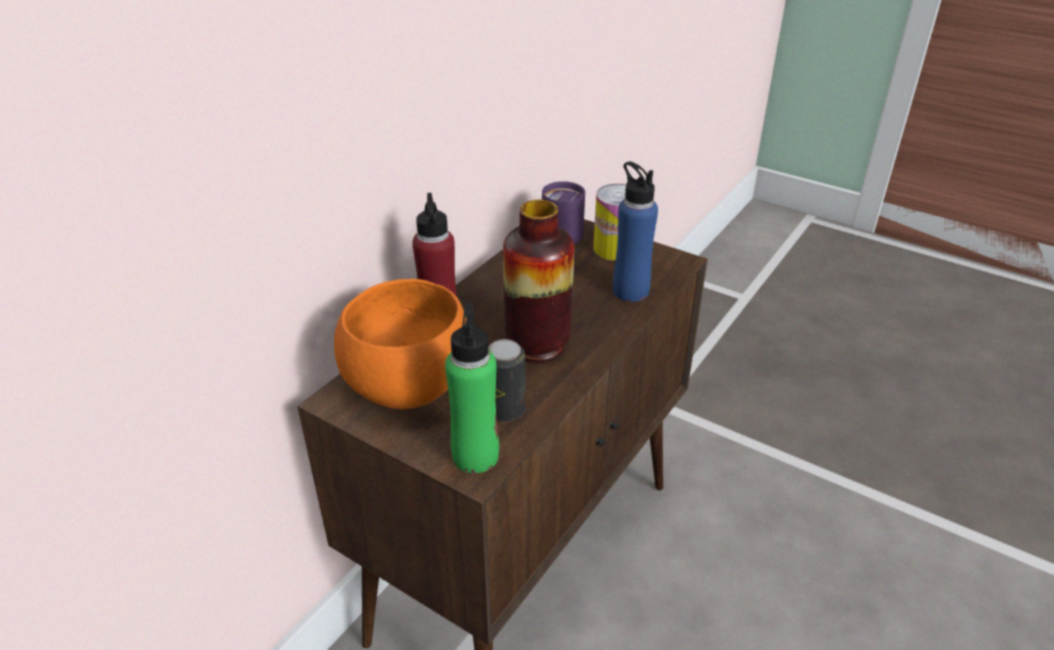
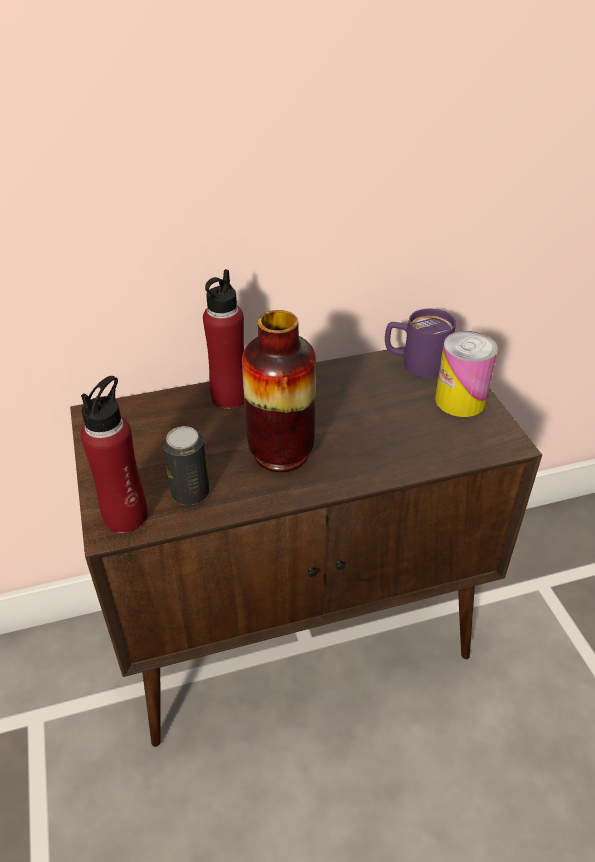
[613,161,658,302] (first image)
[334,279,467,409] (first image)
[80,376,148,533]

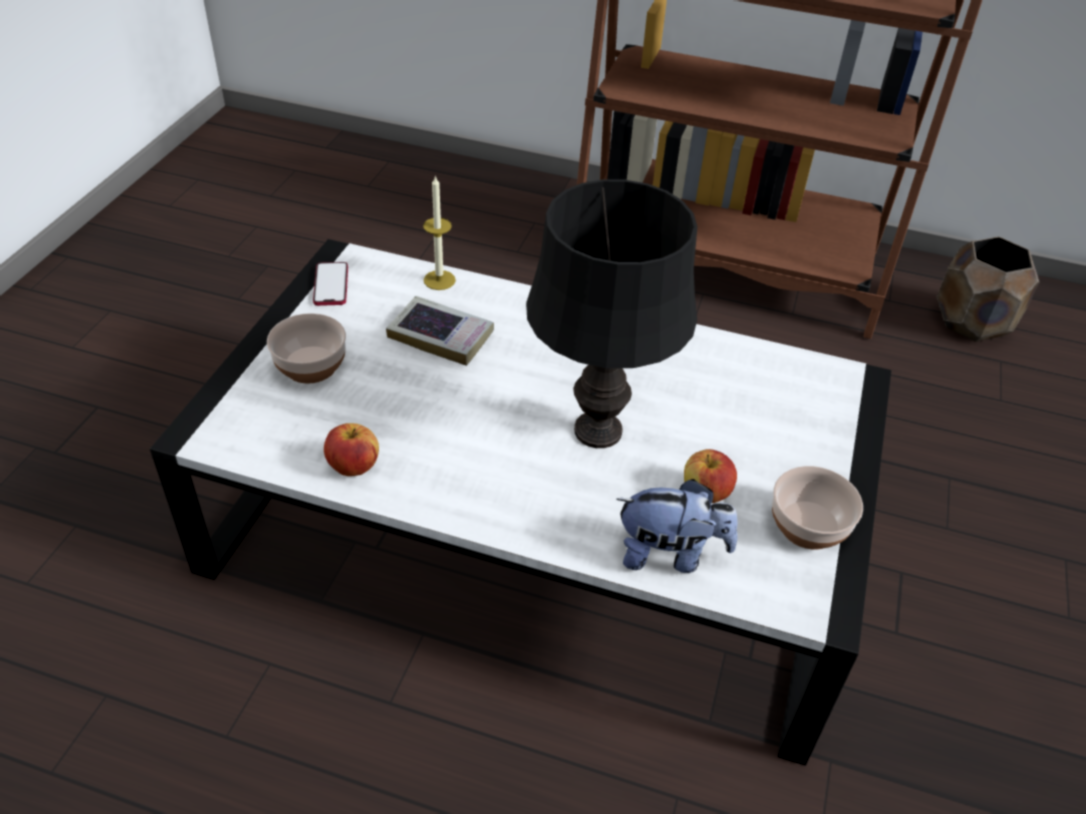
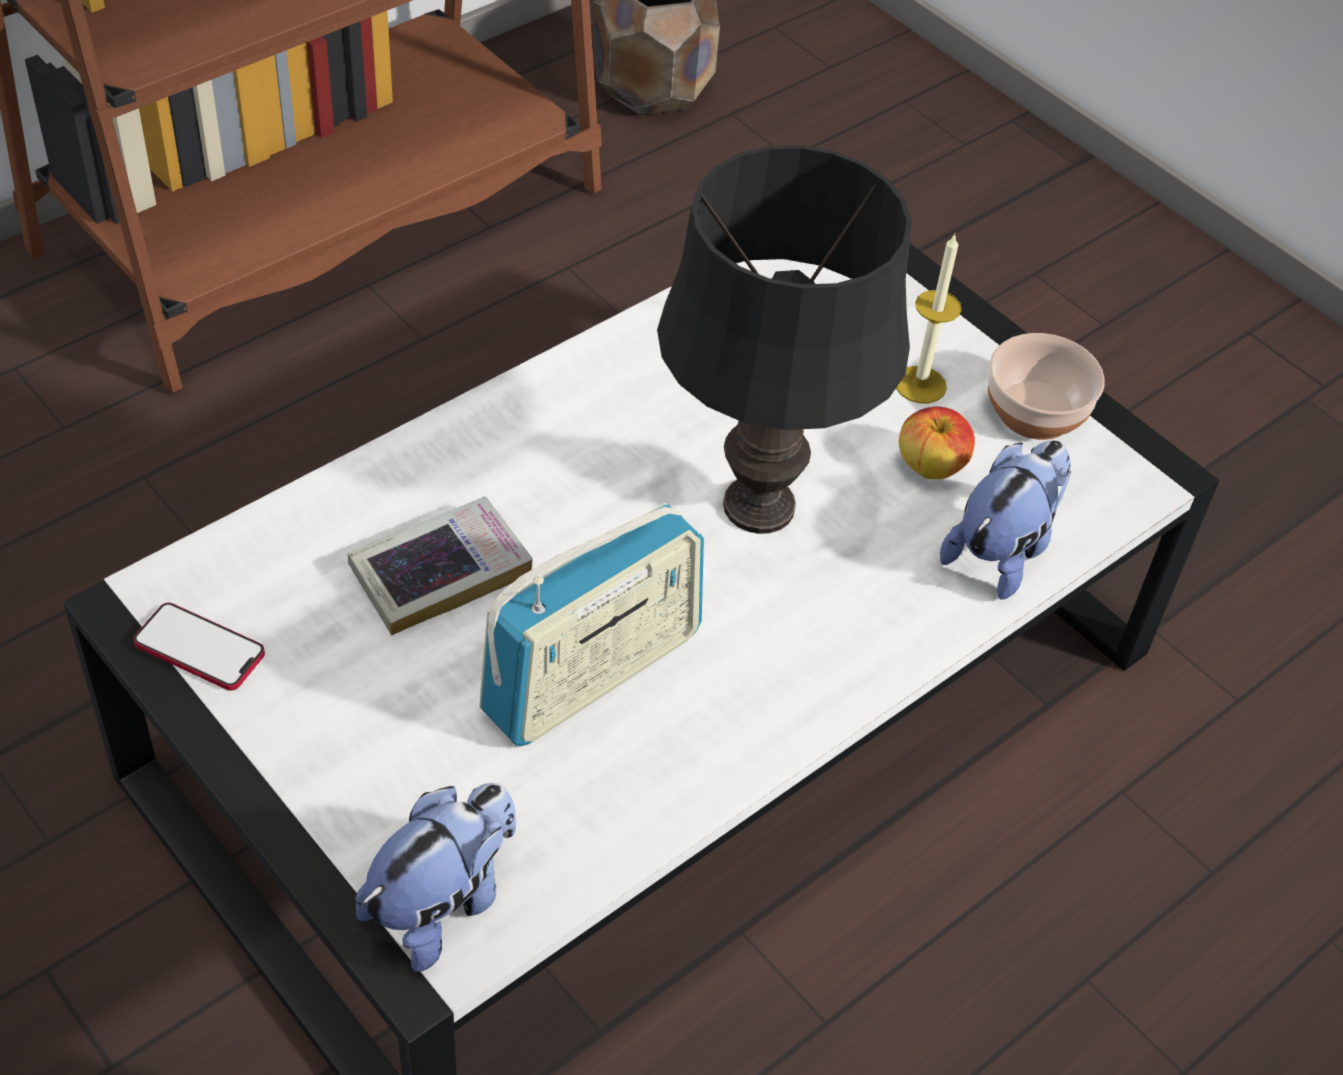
[896,234,962,403]
[267,313,346,384] (first image)
[324,423,379,476] (first image)
[480,503,704,746]
[356,783,516,972]

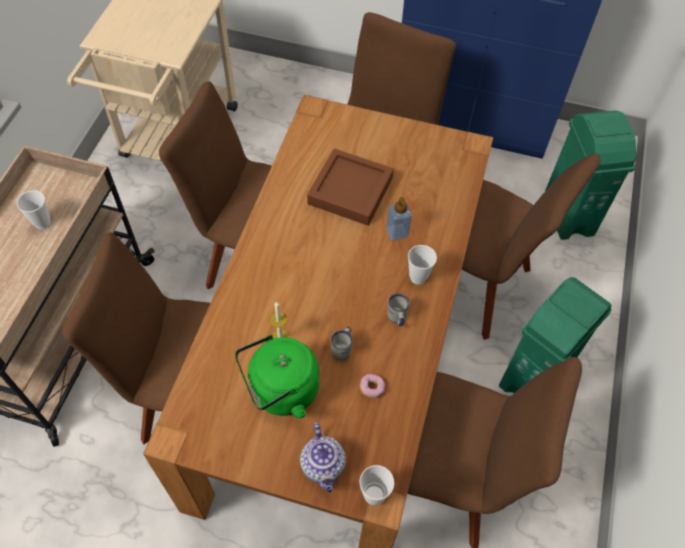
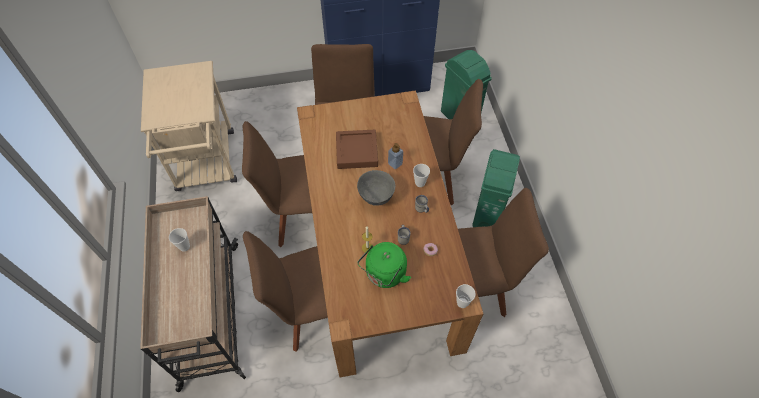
[300,422,346,493] (first image)
[357,170,395,206]

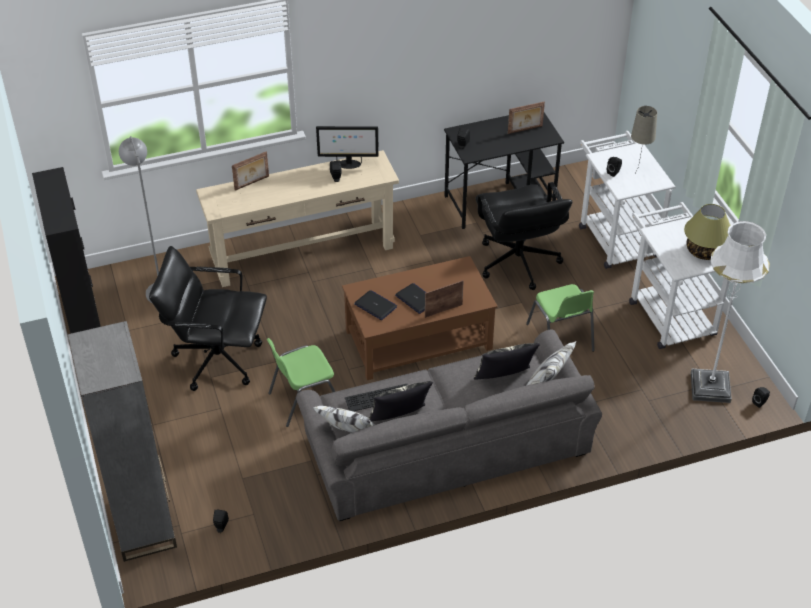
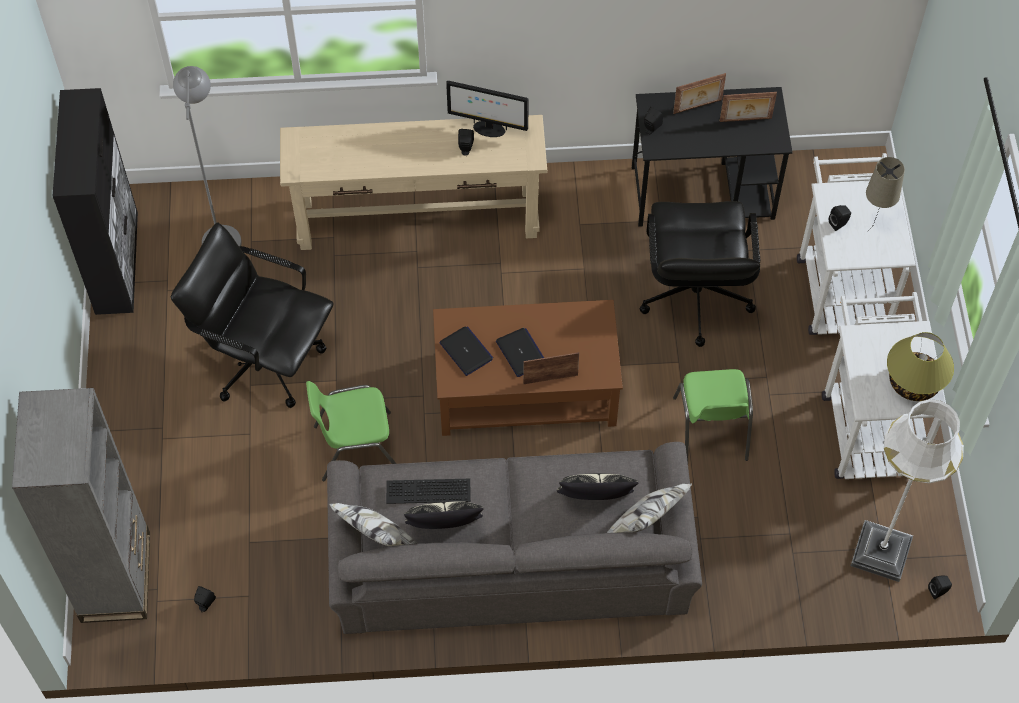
[673,73,726,114]

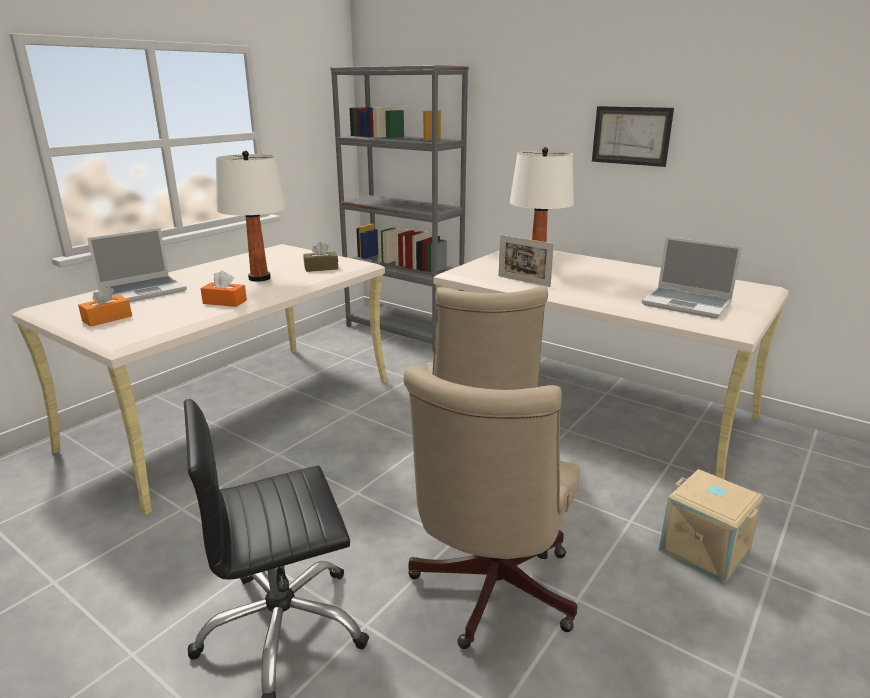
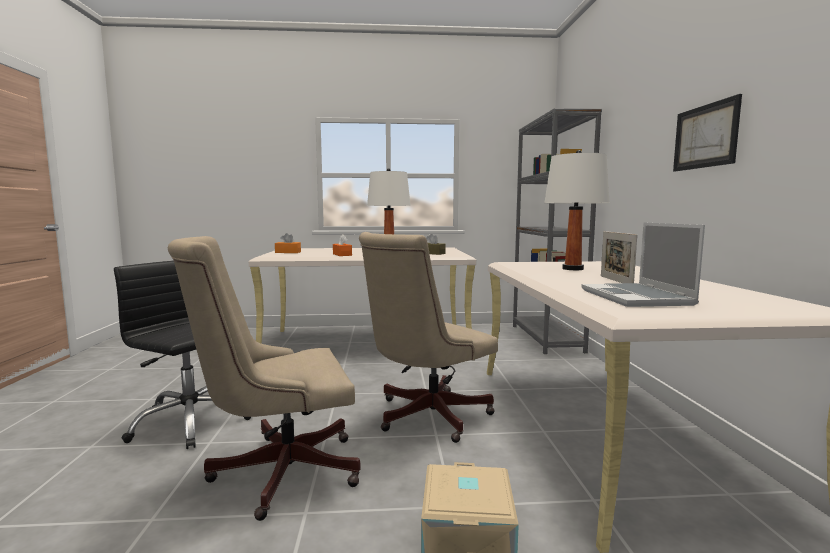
[87,228,187,302] (first image)
[601,231,637,283]

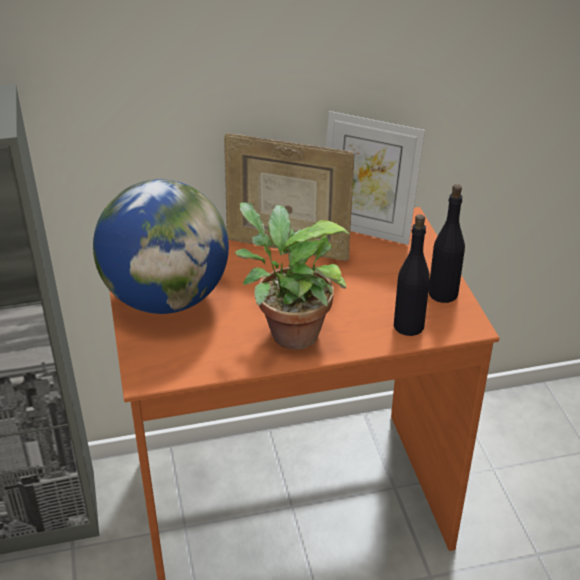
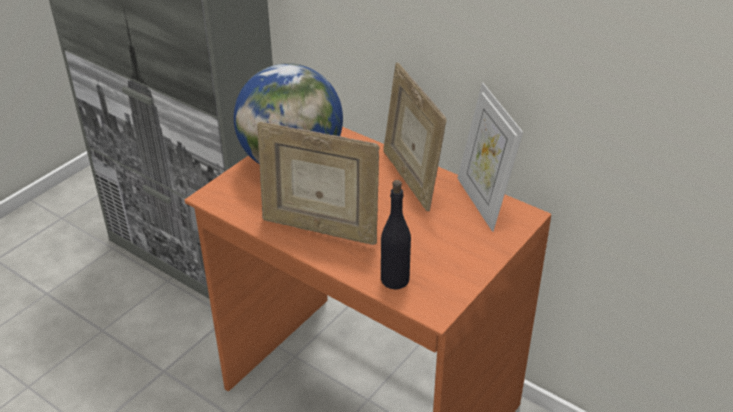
[428,184,465,303] (first image)
[257,122,379,245]

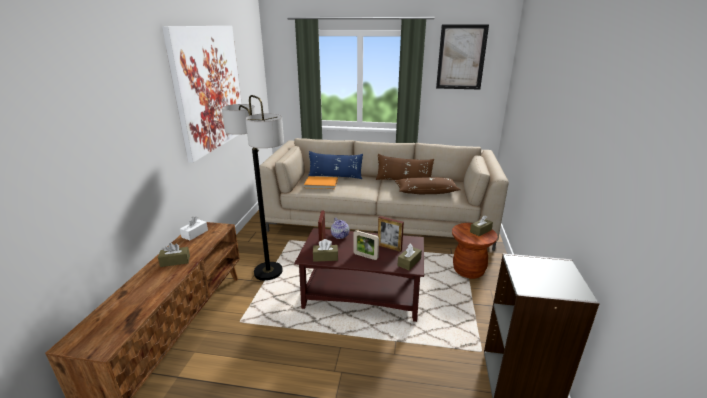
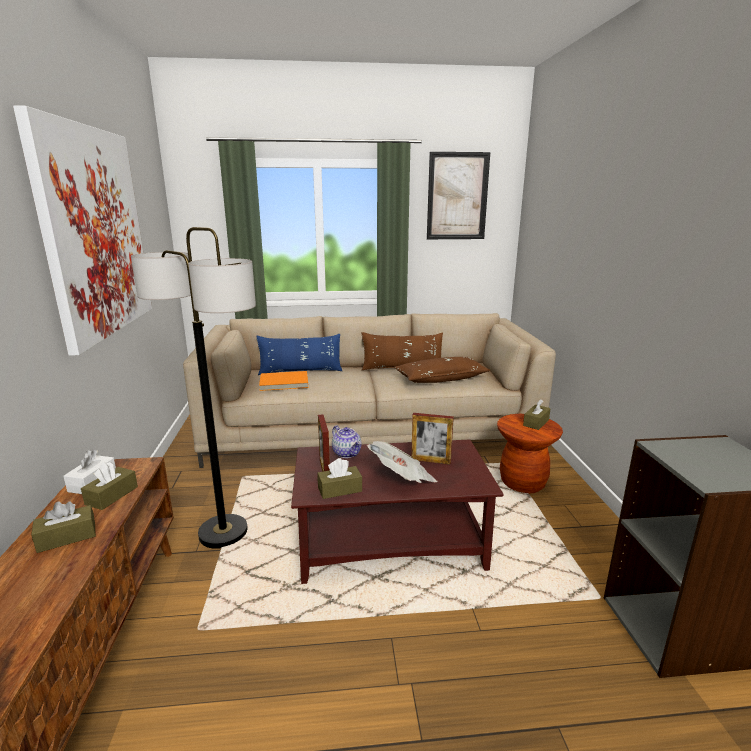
[367,441,437,483]
[81,462,138,510]

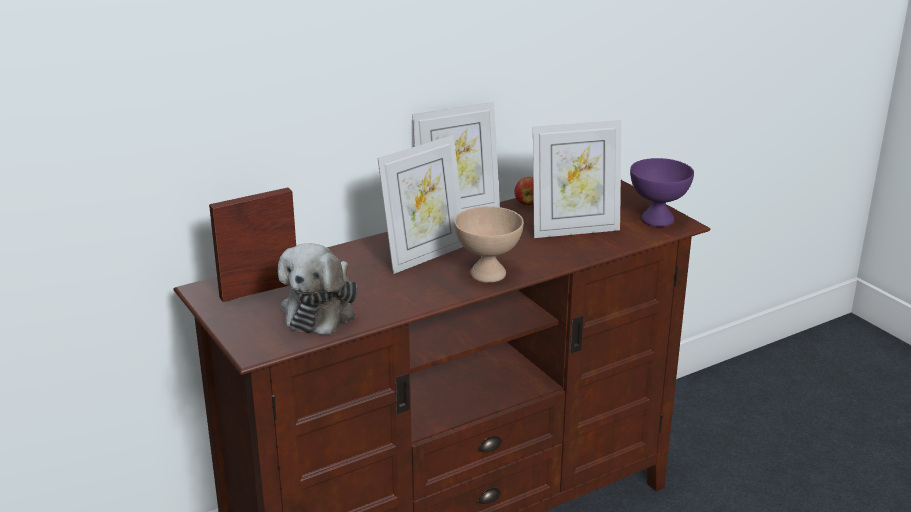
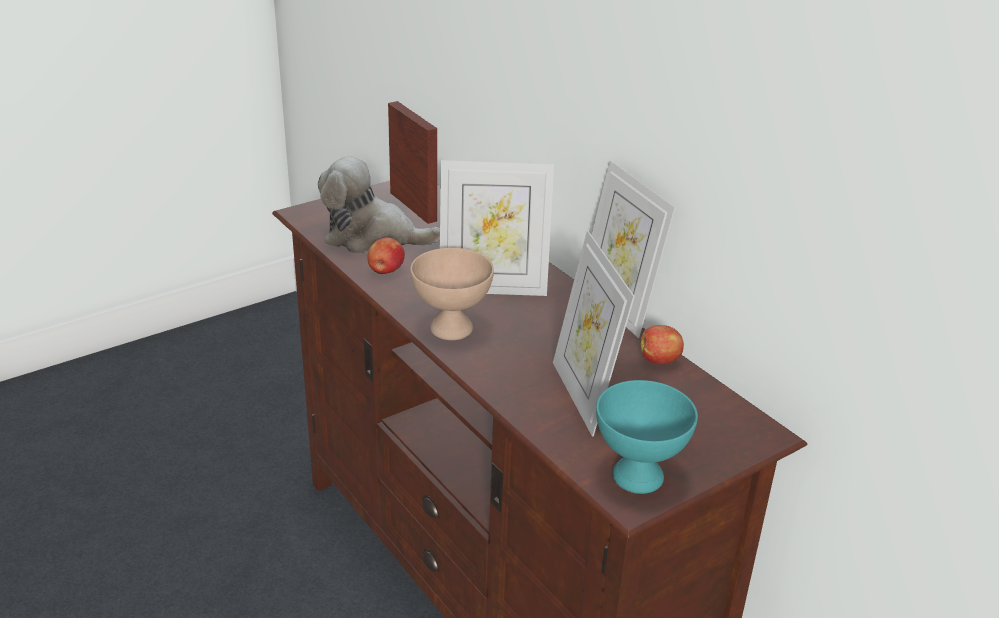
[440,160,554,296]
[596,380,698,494]
[367,237,405,274]

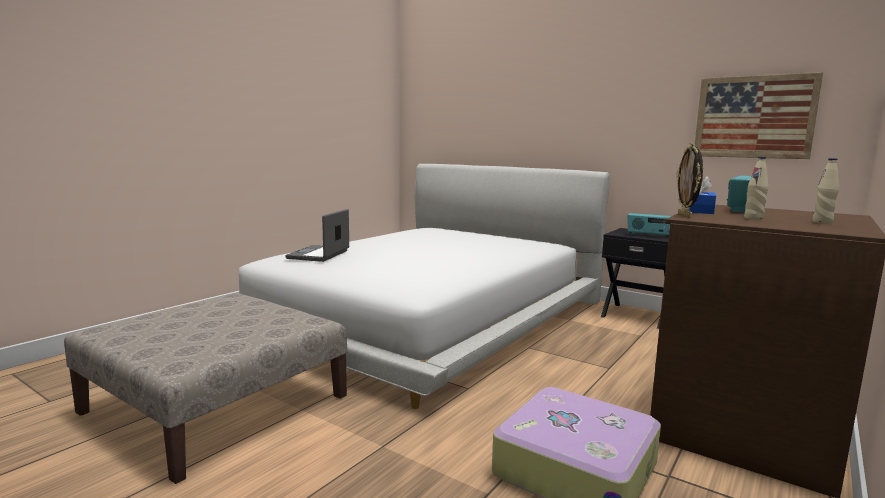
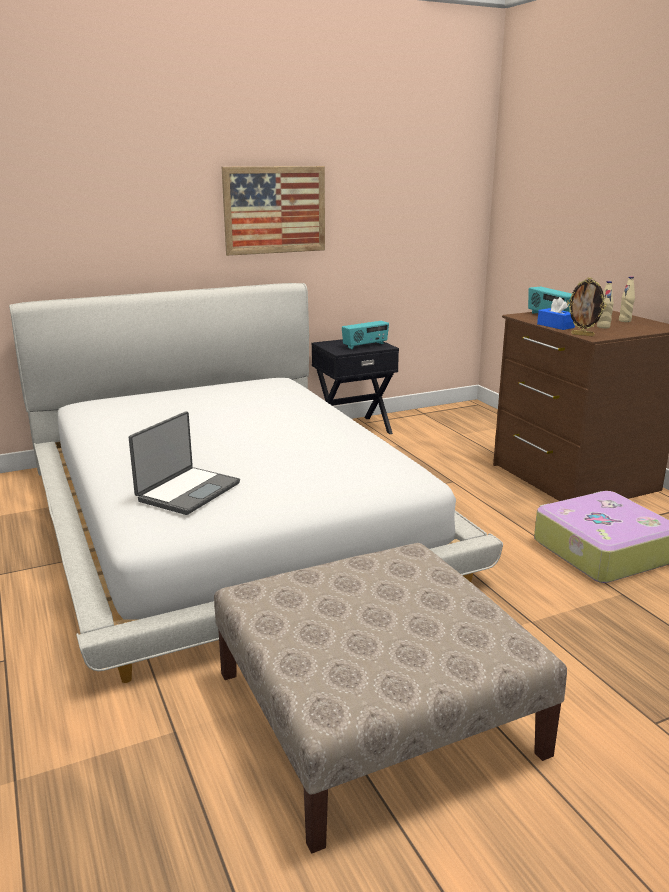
[222,166,325,256]
[129,411,240,515]

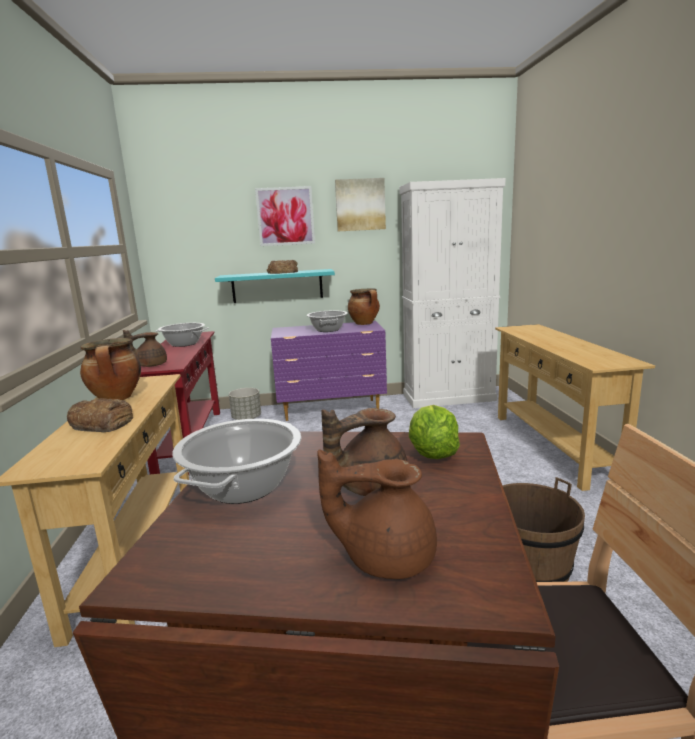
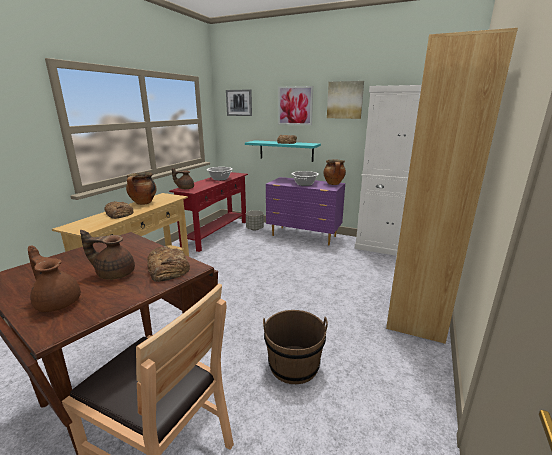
[386,28,518,344]
[147,246,190,282]
[173,419,301,504] (first image)
[226,89,252,116]

